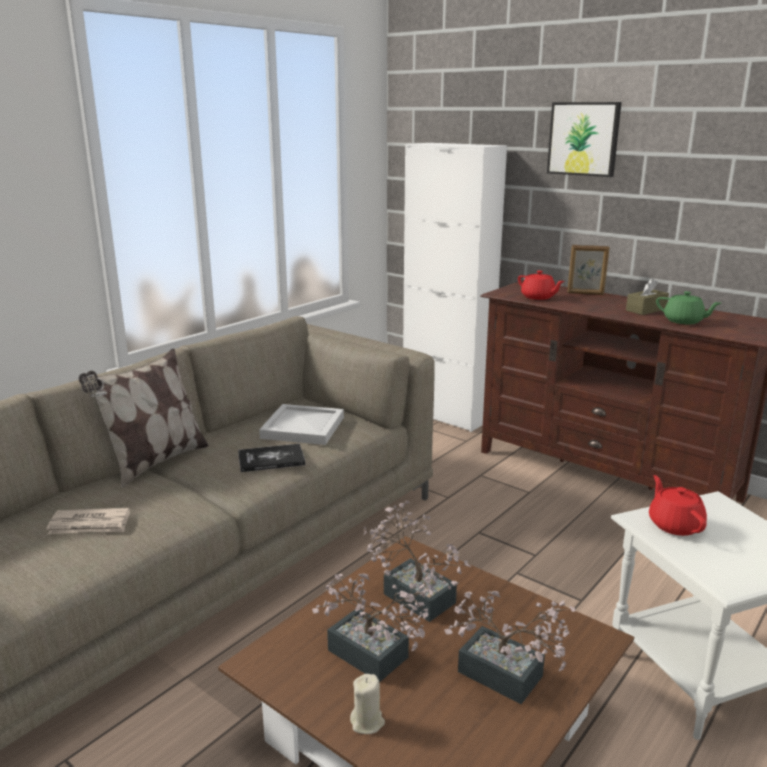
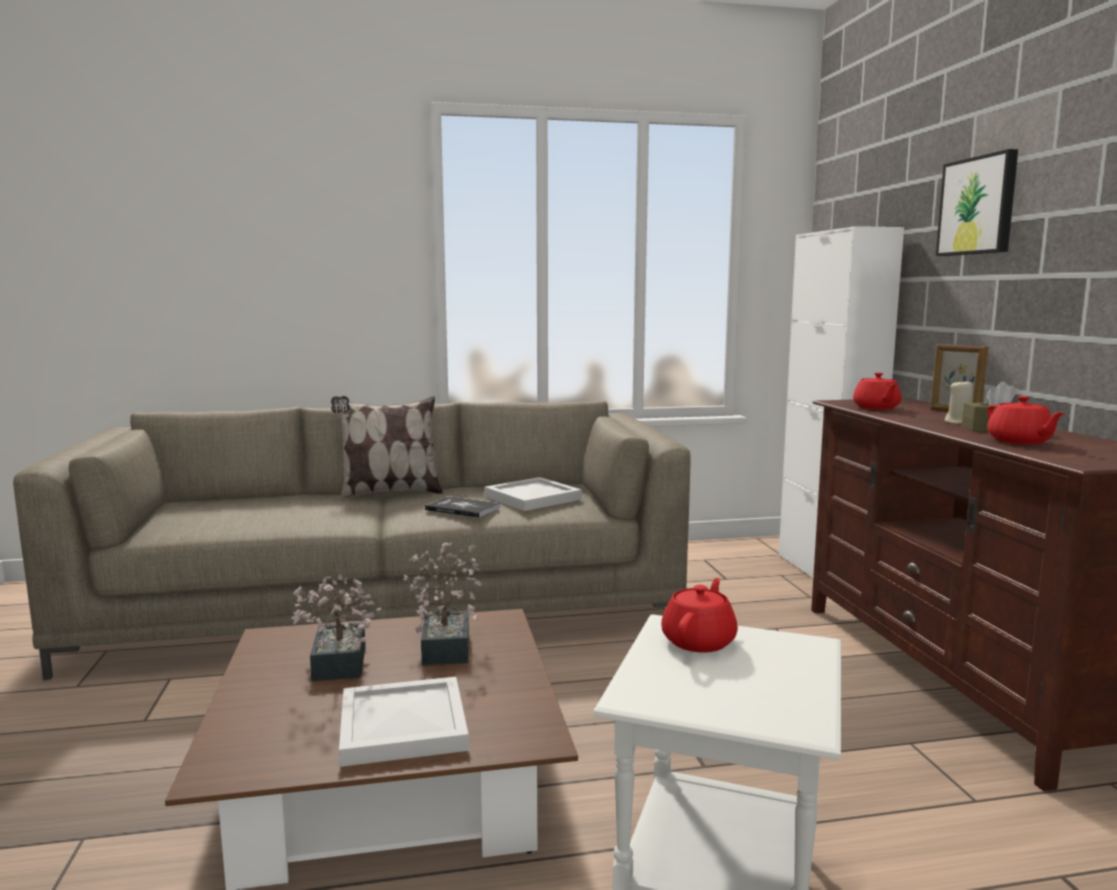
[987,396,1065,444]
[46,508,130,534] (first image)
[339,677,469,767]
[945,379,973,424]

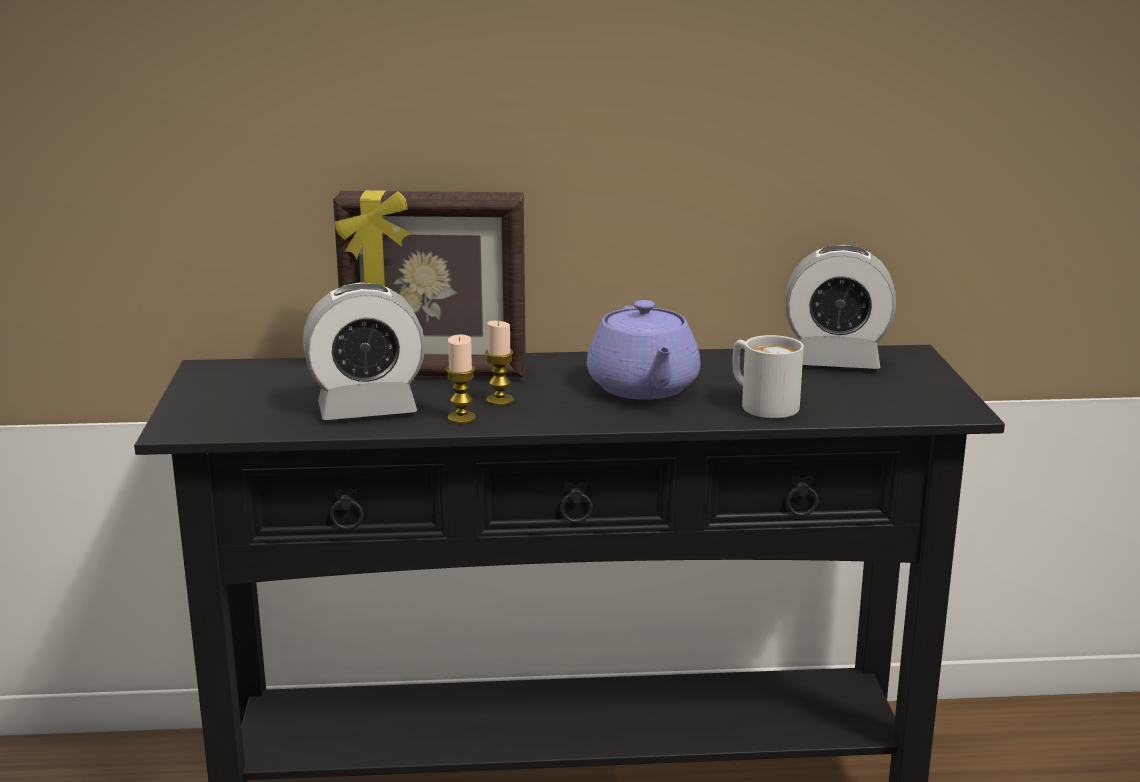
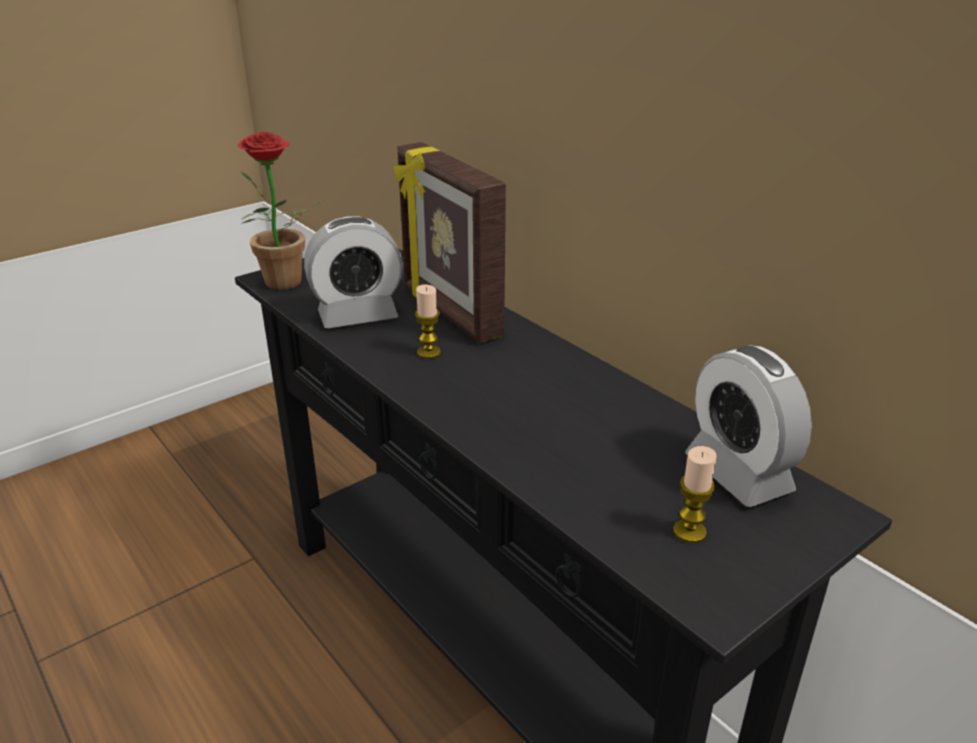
[304,216,403,328]
[587,300,701,400] (first image)
[673,446,717,543]
[732,335,804,418] (first image)
[238,132,323,290]

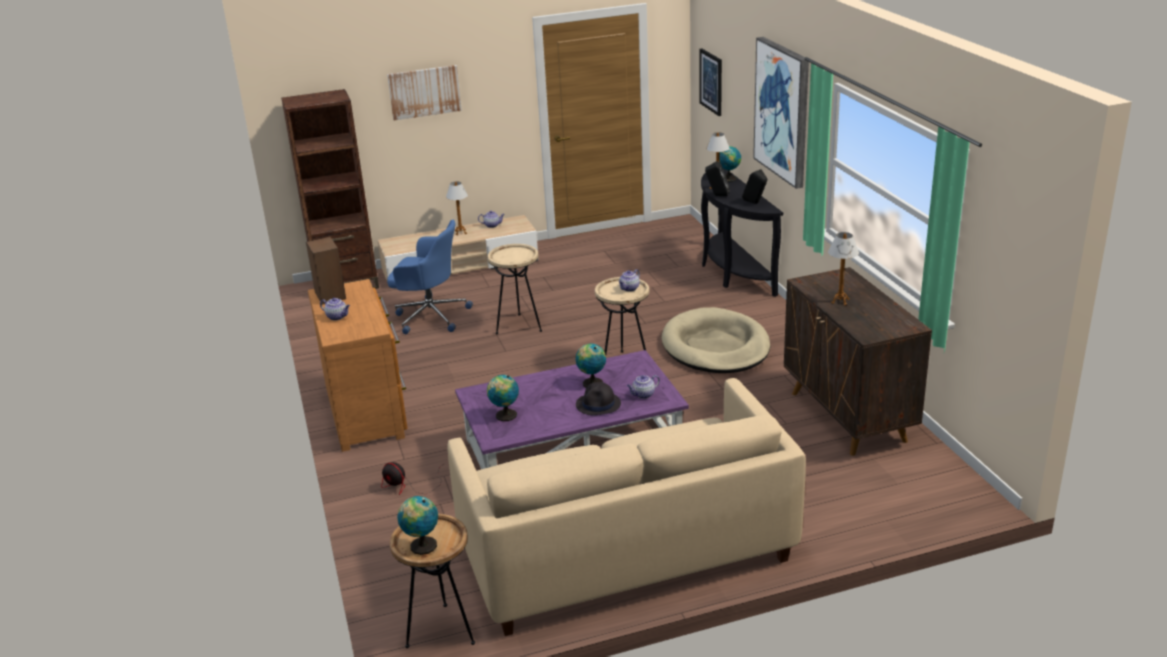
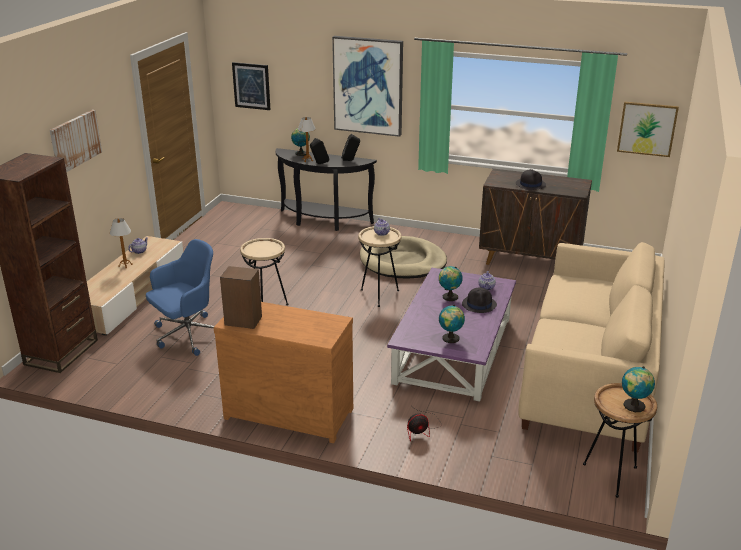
[516,169,546,190]
[320,298,350,320] (first image)
[617,102,679,157]

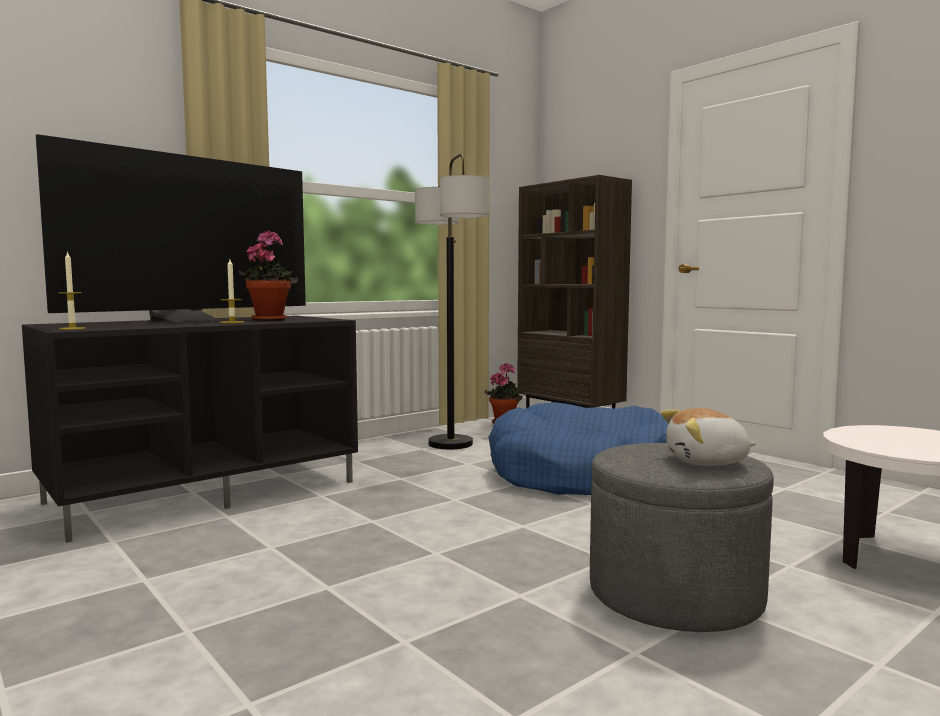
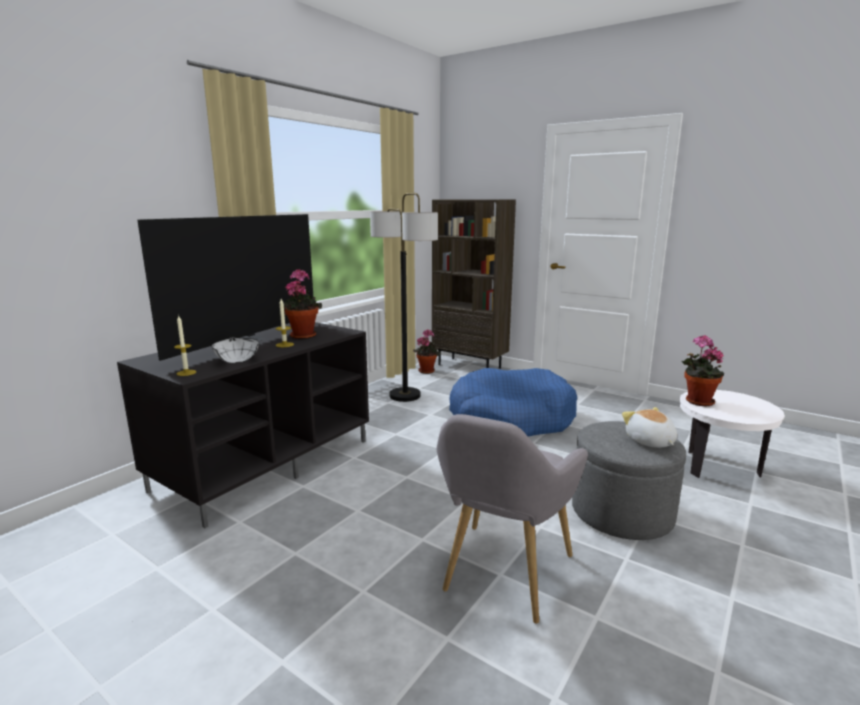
[622,407,677,448]
[681,335,724,406]
[211,337,259,363]
[437,414,588,623]

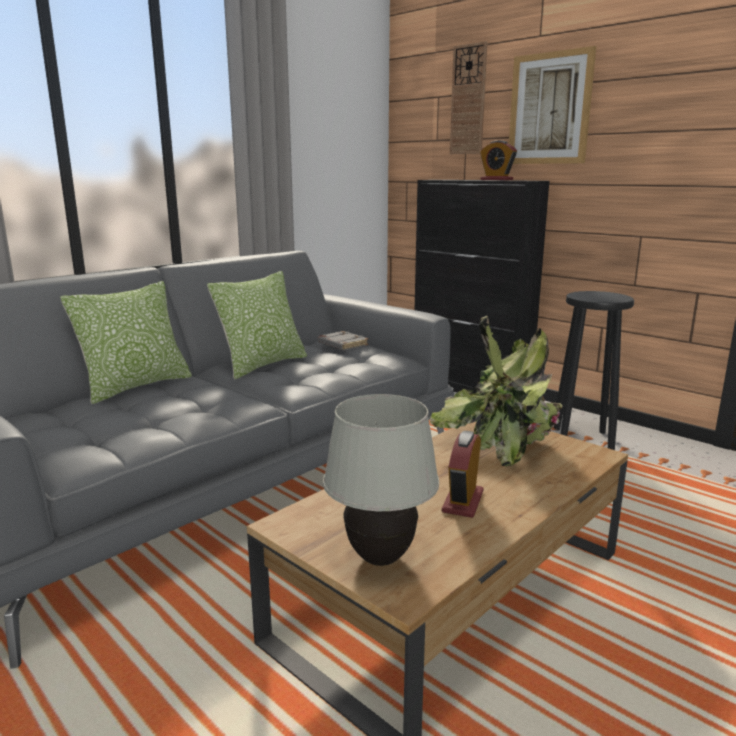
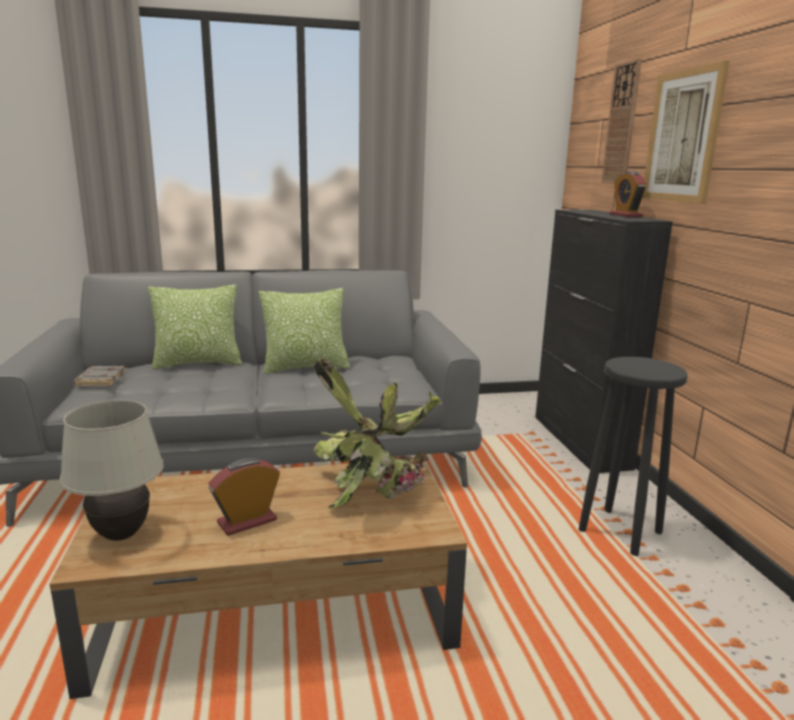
[73,366,125,387]

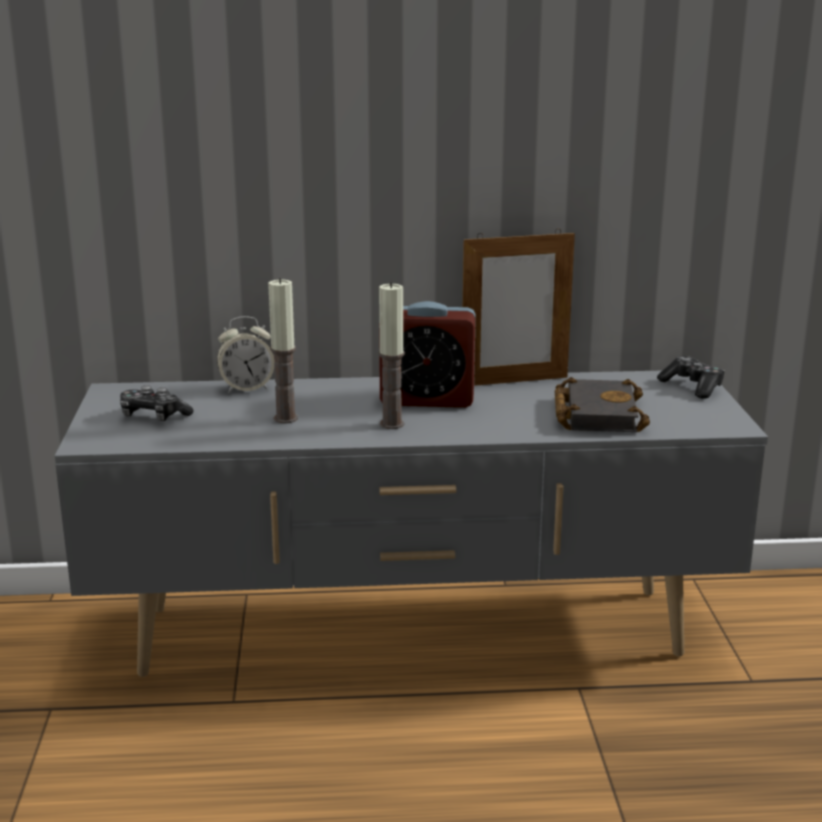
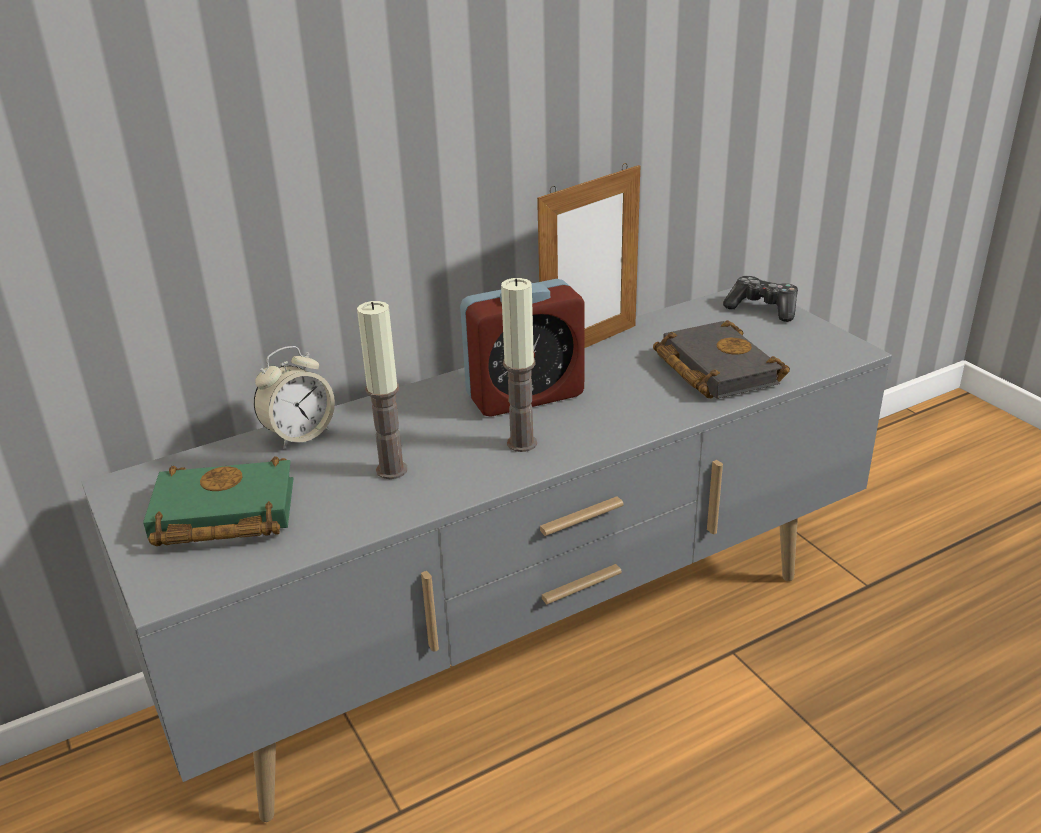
[143,456,294,546]

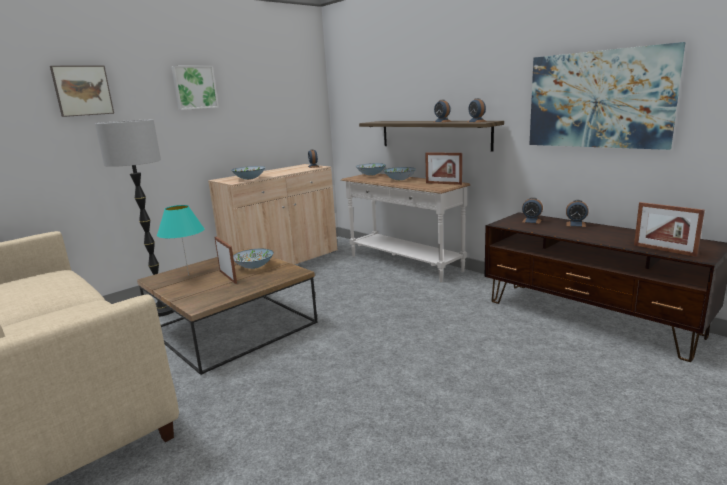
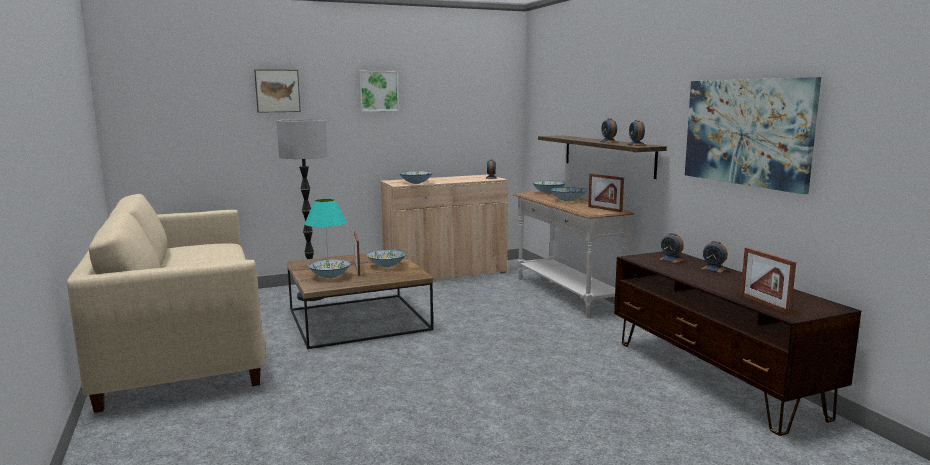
[308,259,351,278]

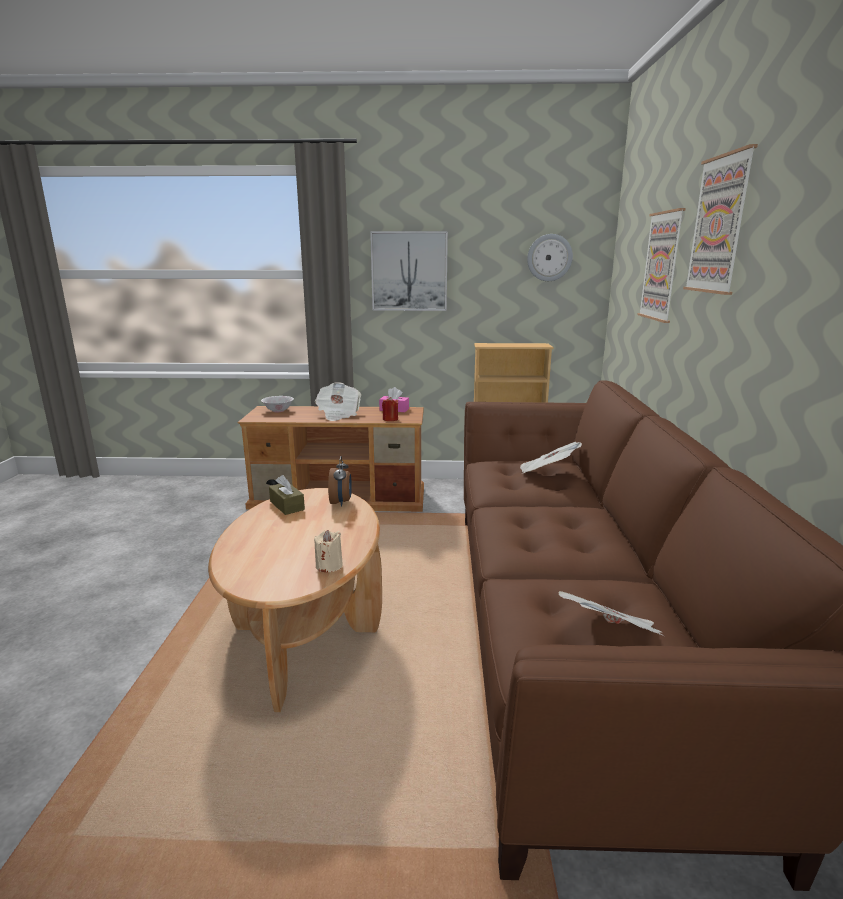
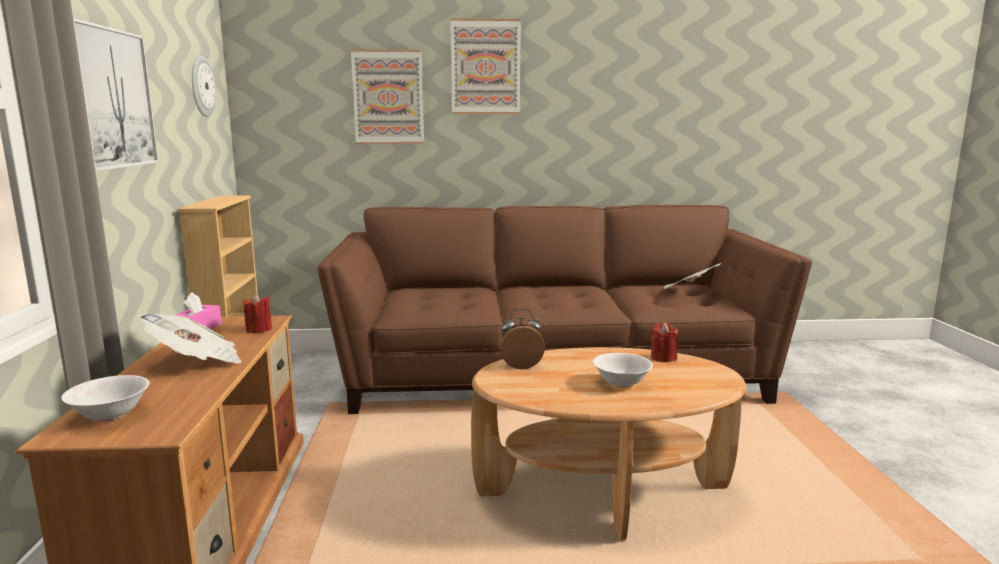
[520,442,582,474] (first image)
[269,475,305,515] (first image)
[650,322,678,362]
[593,353,653,388]

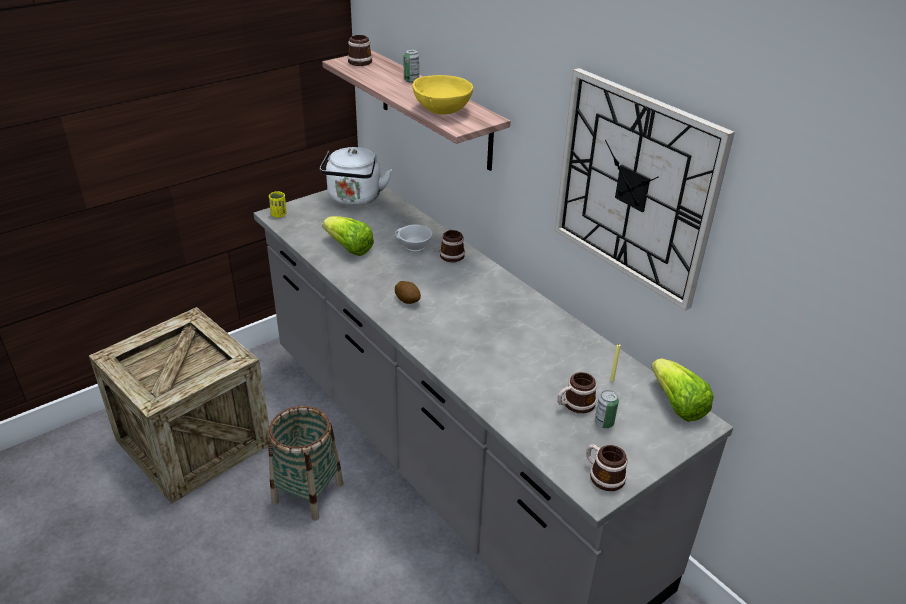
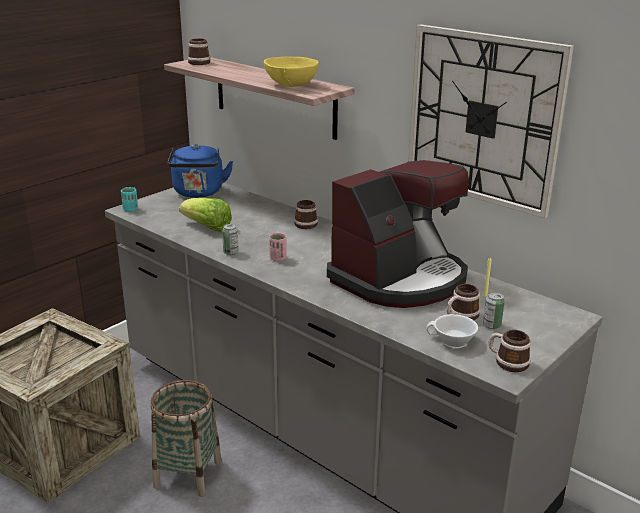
[222,224,239,255]
[168,144,233,198]
[121,187,138,212]
[426,314,478,348]
[269,233,287,261]
[651,358,714,422] (first image)
[327,160,469,308]

